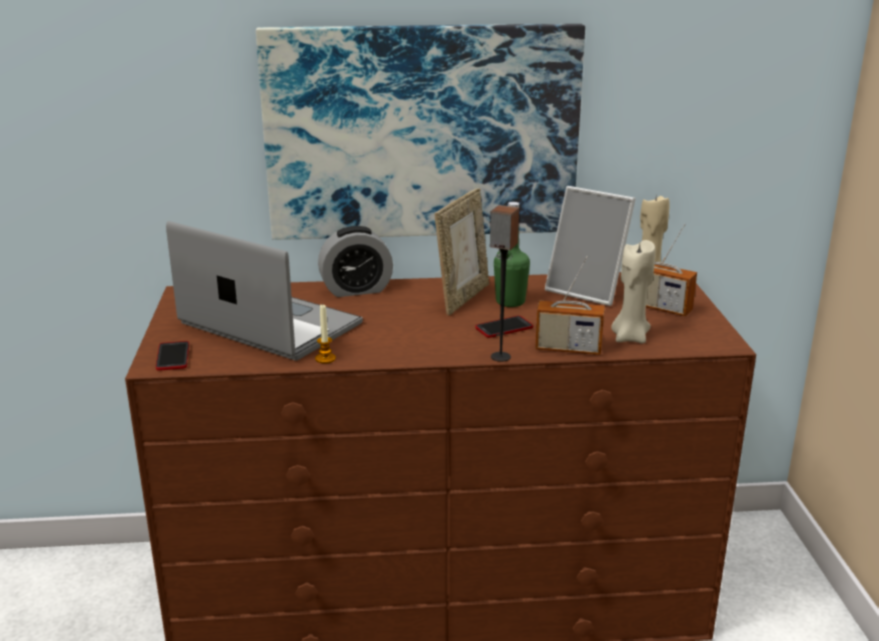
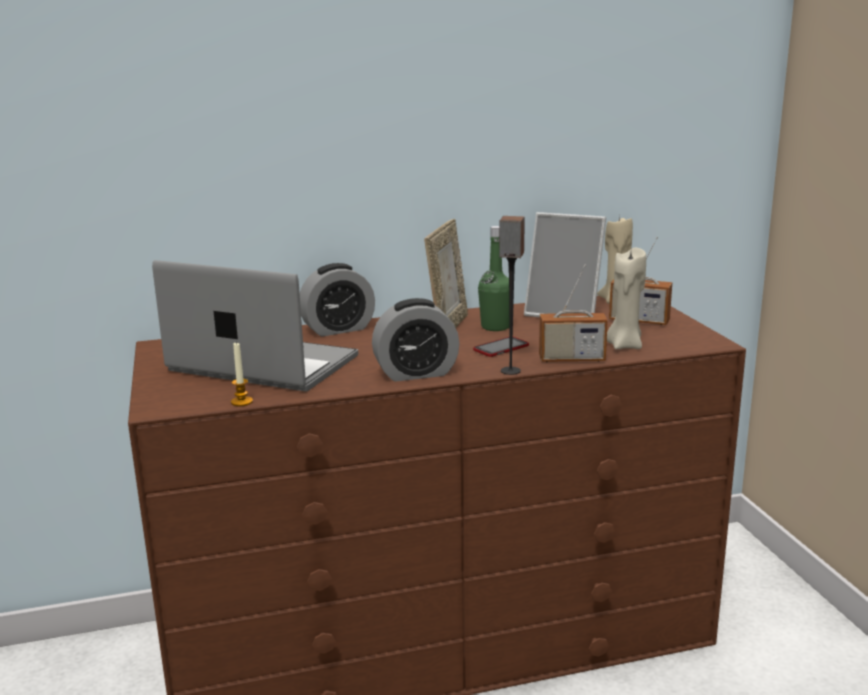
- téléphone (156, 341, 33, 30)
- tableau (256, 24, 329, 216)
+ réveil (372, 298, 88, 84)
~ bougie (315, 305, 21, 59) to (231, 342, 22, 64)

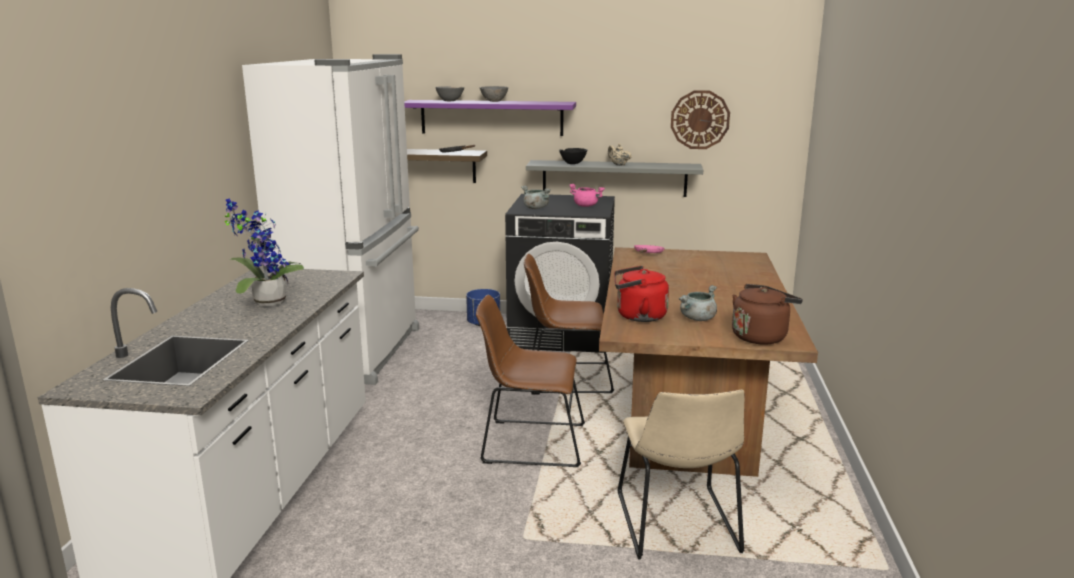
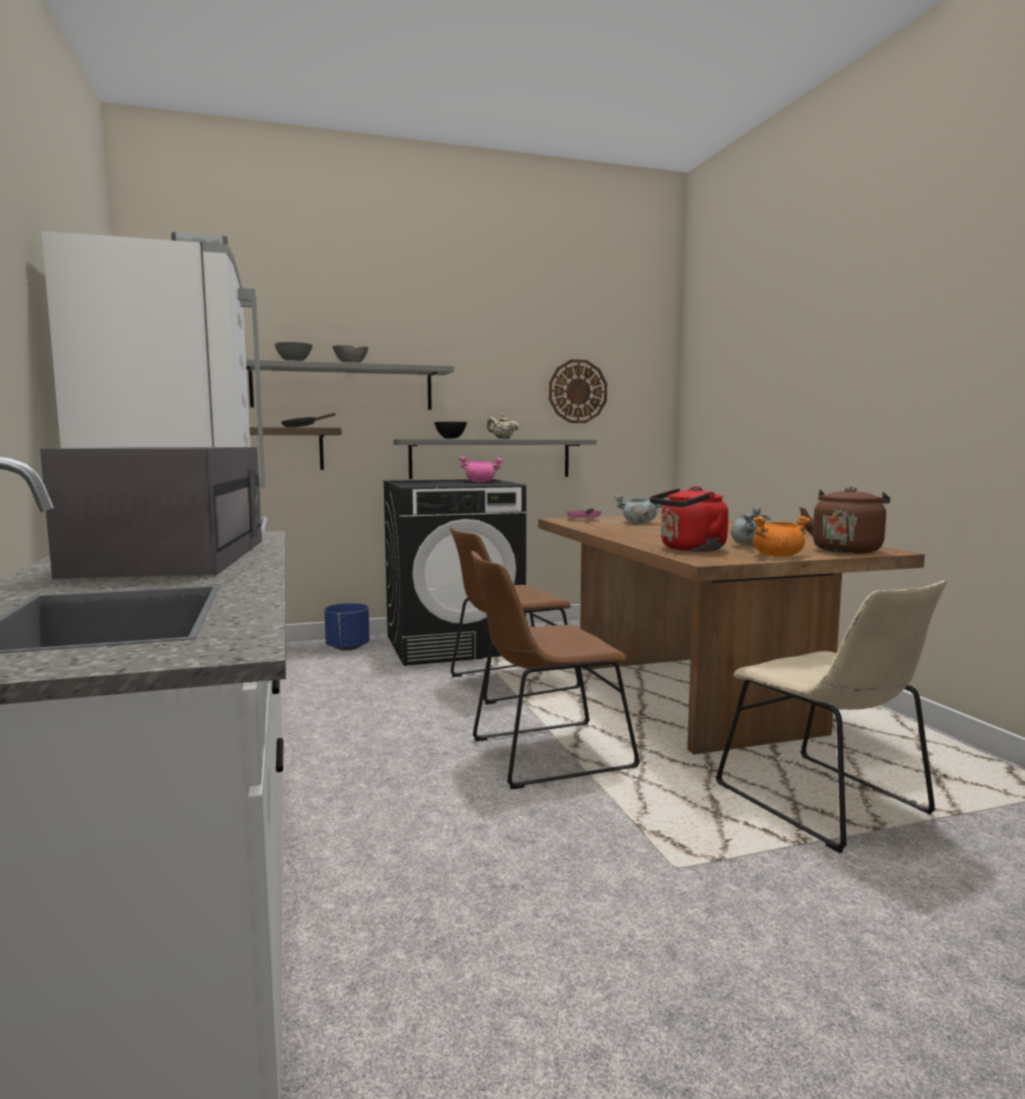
+ marmite (orange) (753, 516, 57, 41)
~ marmite (gris) (521, 186, 30, 23) to (614, 494, 49, 29)
~ plante en pot (225, 199, 79, 107) to micro-ondes (gris) (40, 447, 222, 132)
~ étagère (violet) (404, 100, 172, 36) to étagère (gris) (246, 359, 208, 51)

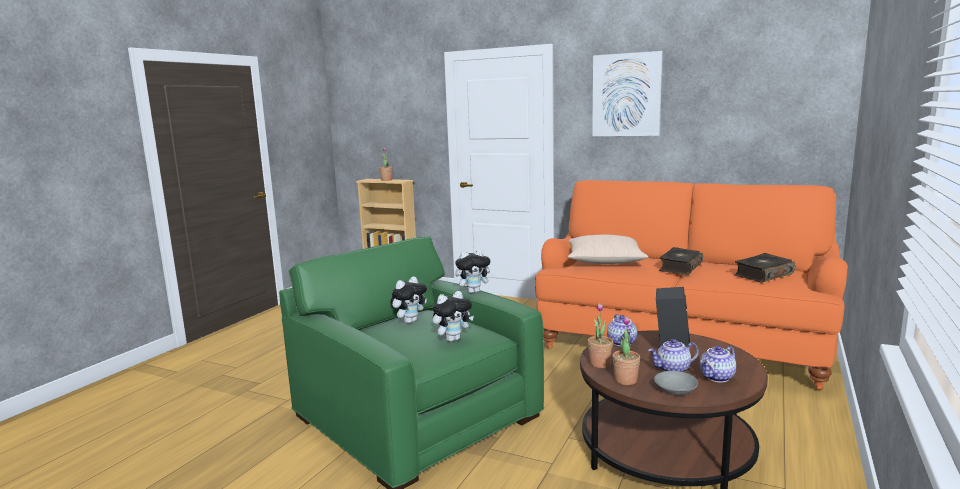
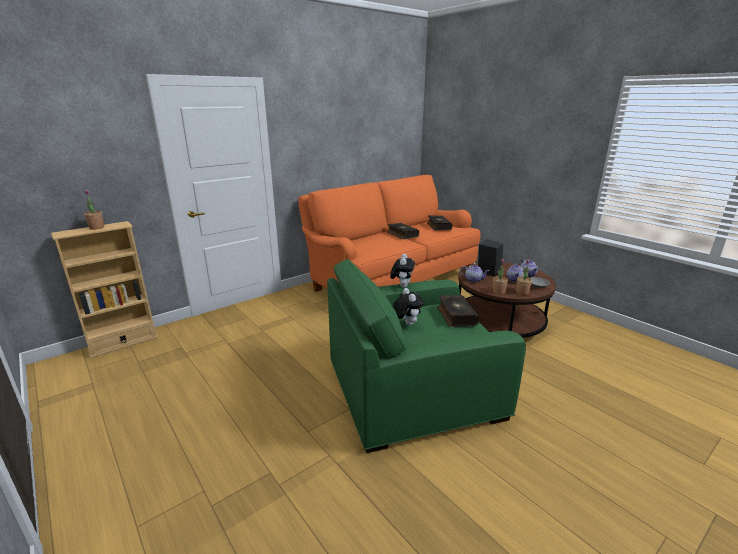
- coussin (beige) (568, 235, 80, 29)
- tableau (592, 51, 71, 85)
~ peluche (433, 291, 41, 51) to livre (437, 295, 42, 32)

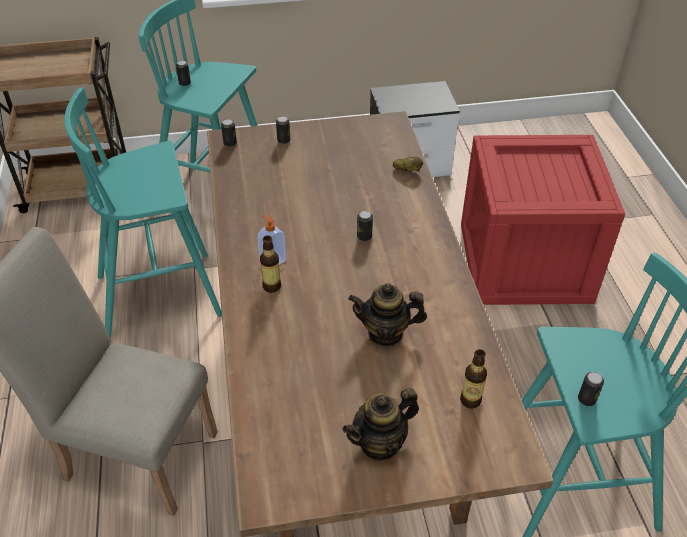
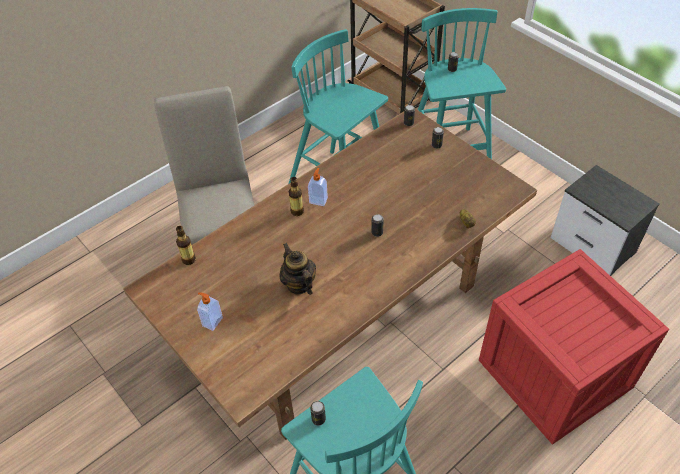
~ bouteille (460, 349, 27, 60) to (176, 226, 20, 39)
~ théière (342, 388, 77, 73) to distributeur de savon (197, 292, 26, 39)

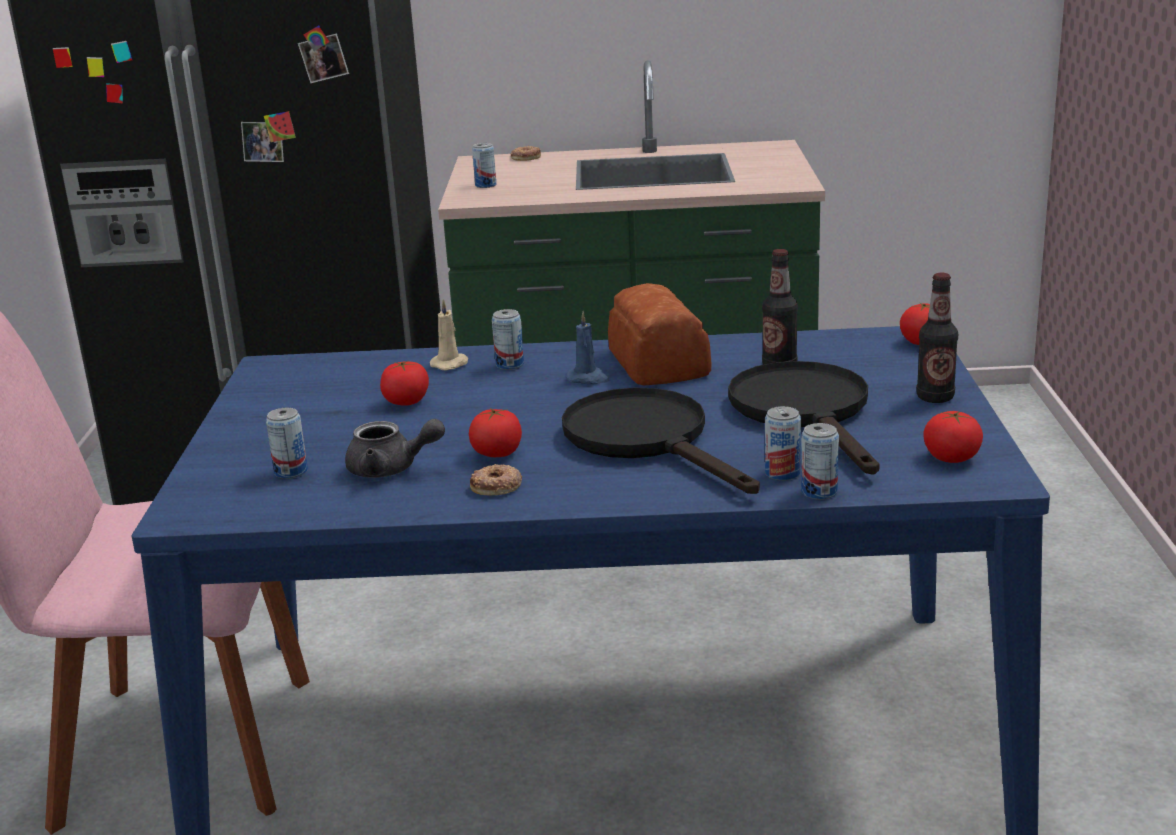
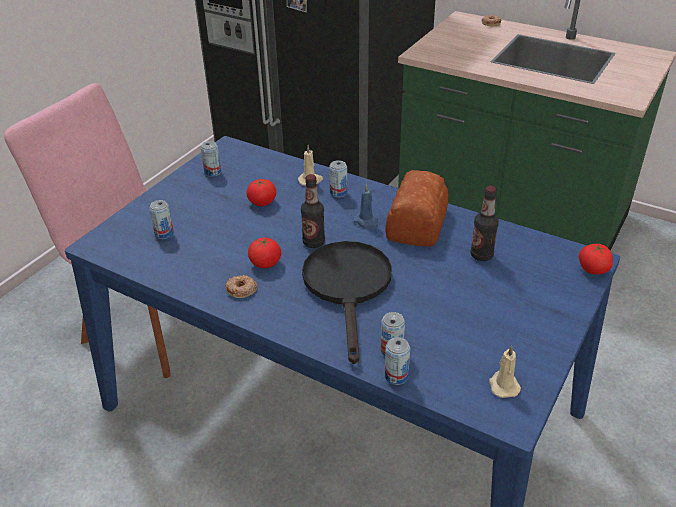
- théière (gris) (345, 419, 100, 59)
- poêle (noir) (728, 361, 151, 114)
~ boîte métallique (472, 143, 24, 45) to (201, 141, 20, 36)
~ bouteille (916, 273, 42, 130) to (301, 174, 24, 74)
~ tomate (923, 411, 60, 52) to bougie (beige) (489, 345, 32, 53)

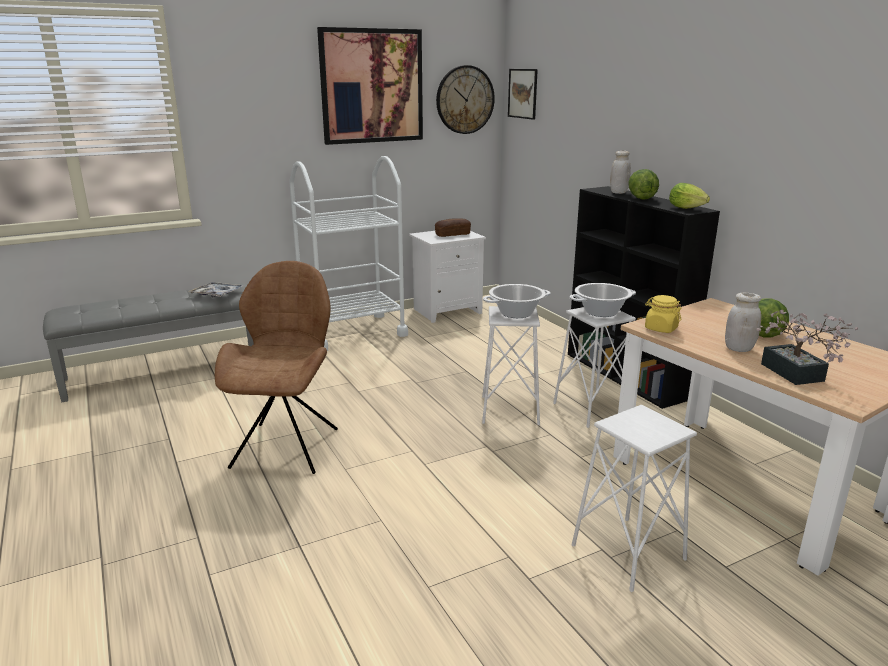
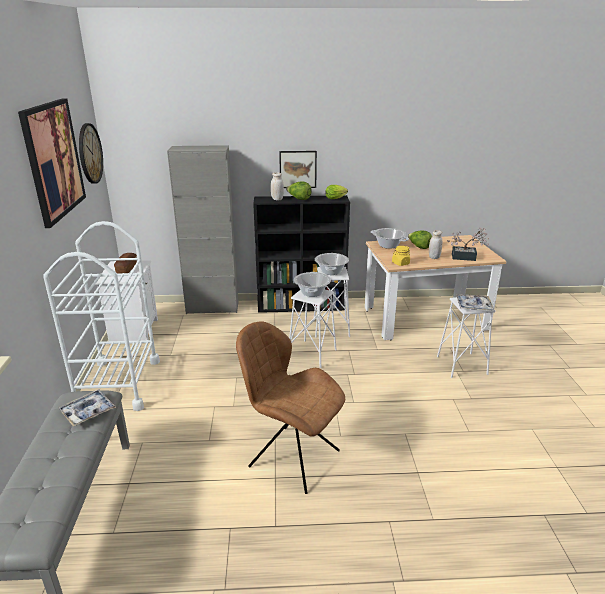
+ meuble de rangement (gris) (167, 145, 71, 169)
+ marmite (371, 228, 38, 21)
+ plateau (456, 294, 38, 17)
~ tableau (508, 69, 30, 51) to (279, 151, 38, 37)

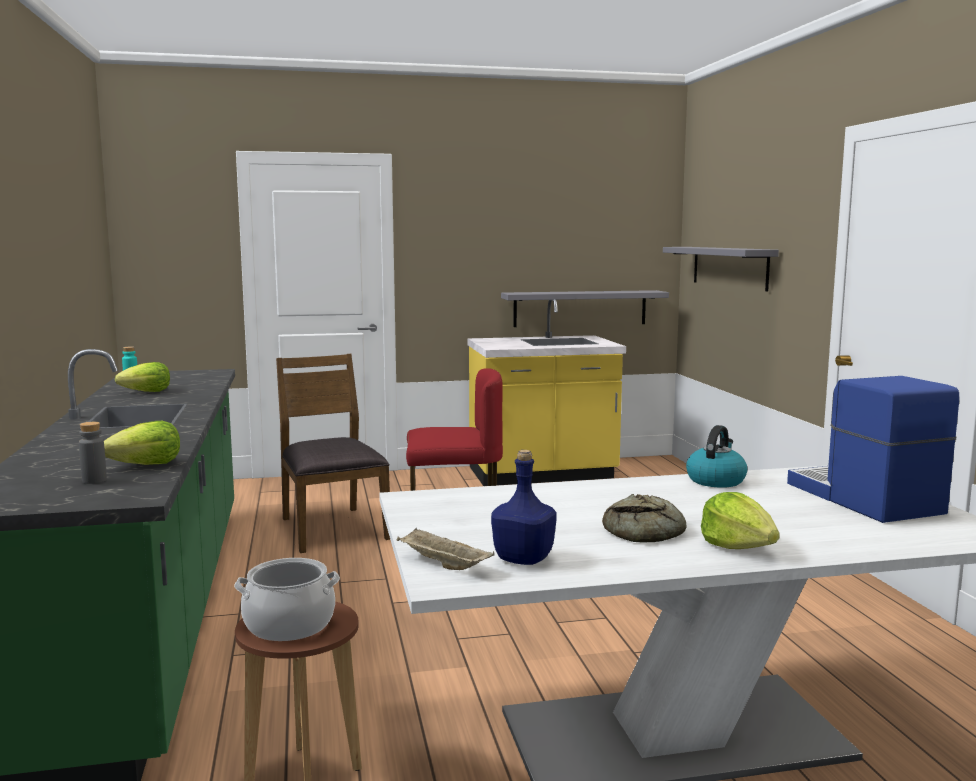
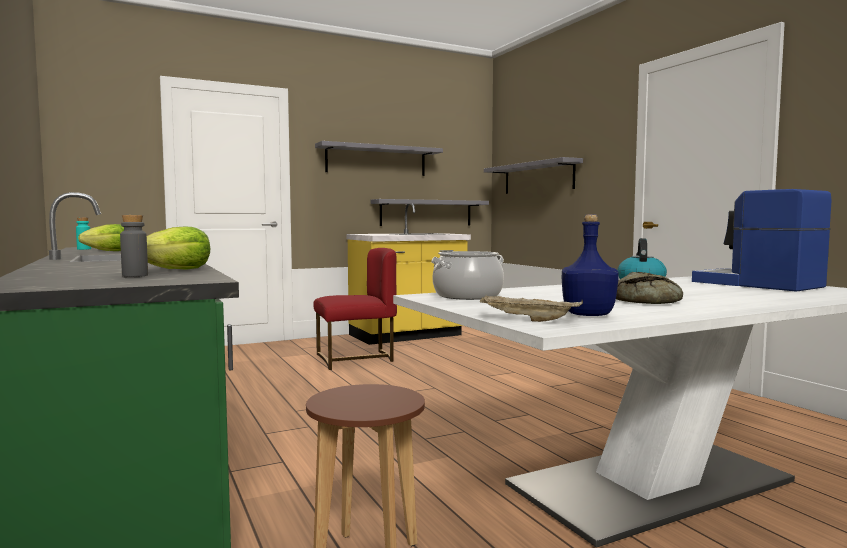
- chaise (marron) (276, 354, 114, 199)
- laitue (701, 492, 79, 57)
+ étagère (gris) (315, 141, 128, 35)
~ marmite (234, 558, 106, 83) to (431, 251, 73, 49)

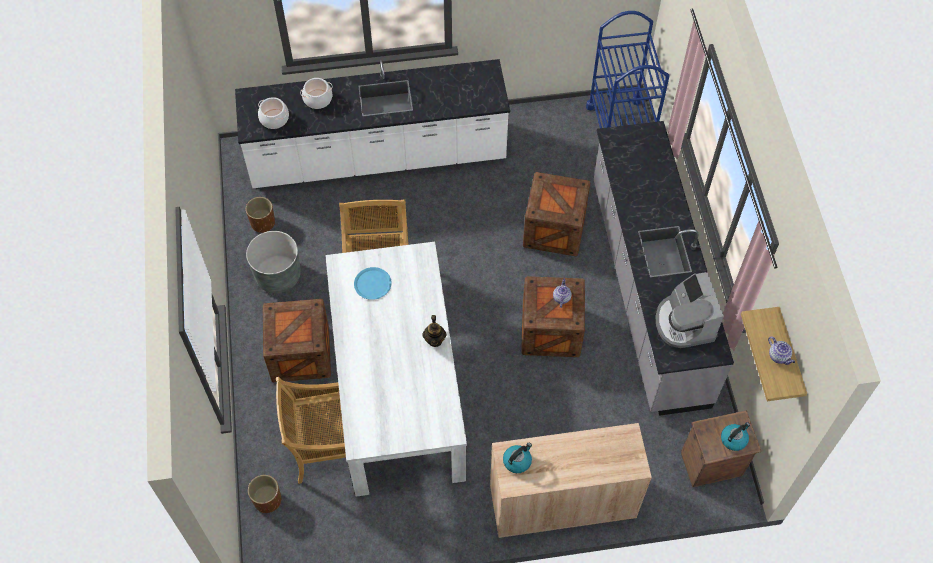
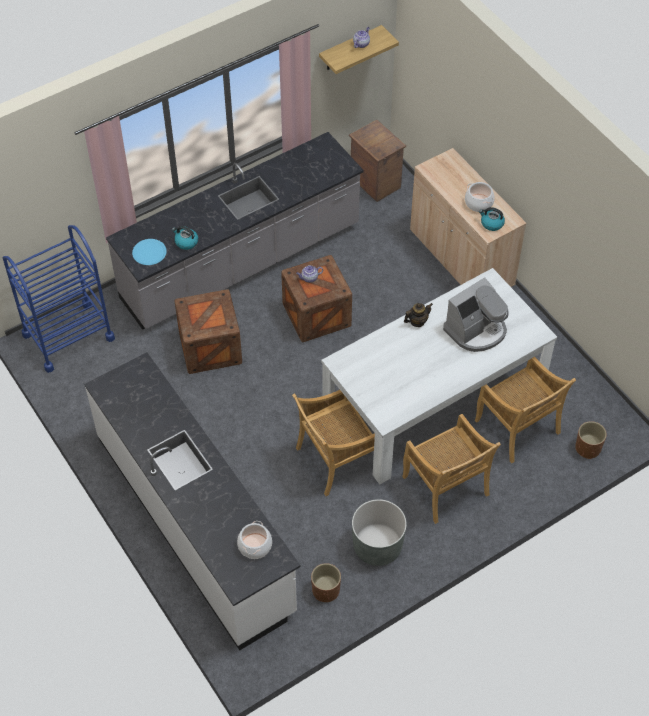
~ marmite (300, 78, 32, 31) to (465, 182, 30, 30)
~ assiette (bleu) (354, 267, 37, 33) to (132, 239, 35, 26)
~ machine à café (655, 272, 69, 76) to (443, 277, 65, 75)
~ bouilloire (721, 422, 29, 29) to (172, 226, 26, 24)
~ caisse (263, 299, 68, 83) to chaise (beige) (402, 414, 99, 110)

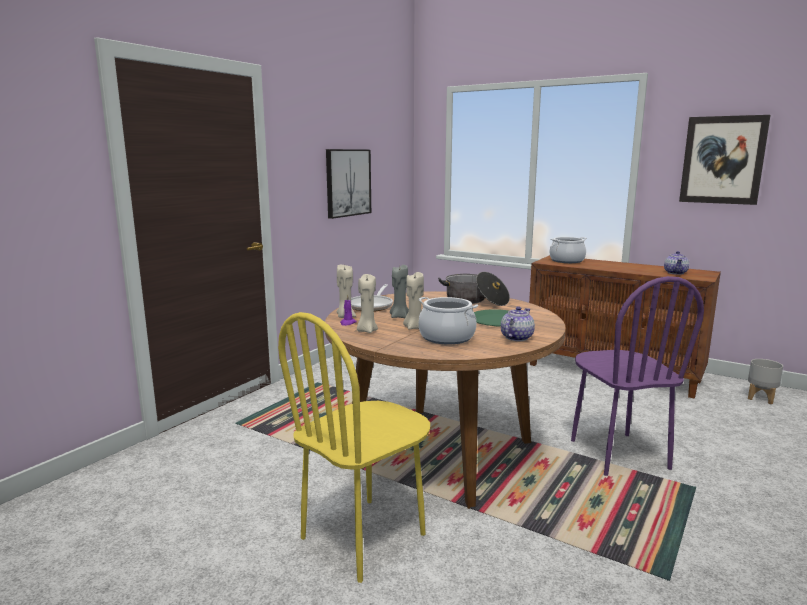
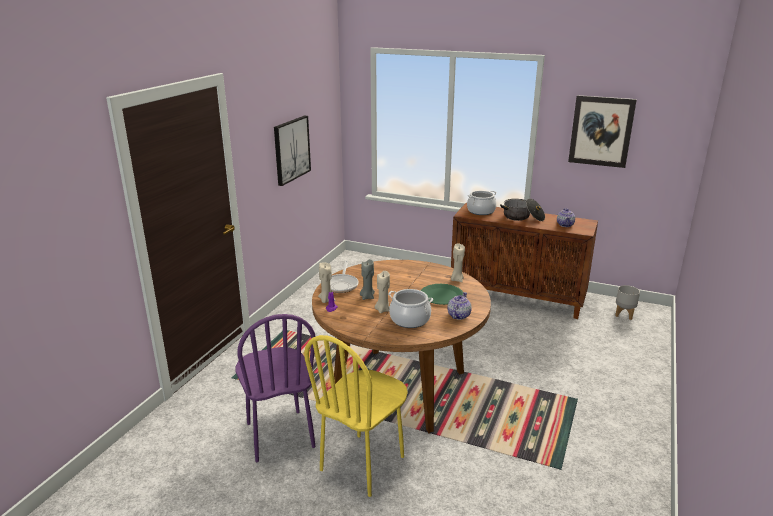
~ bougie (beige) (357, 274, 21, 59) to (451, 243, 14, 39)
~ marmite (438, 272, 72, 34) to (500, 198, 45, 23)
~ chaise (violet) (571, 276, 133, 200) to (235, 314, 81, 148)

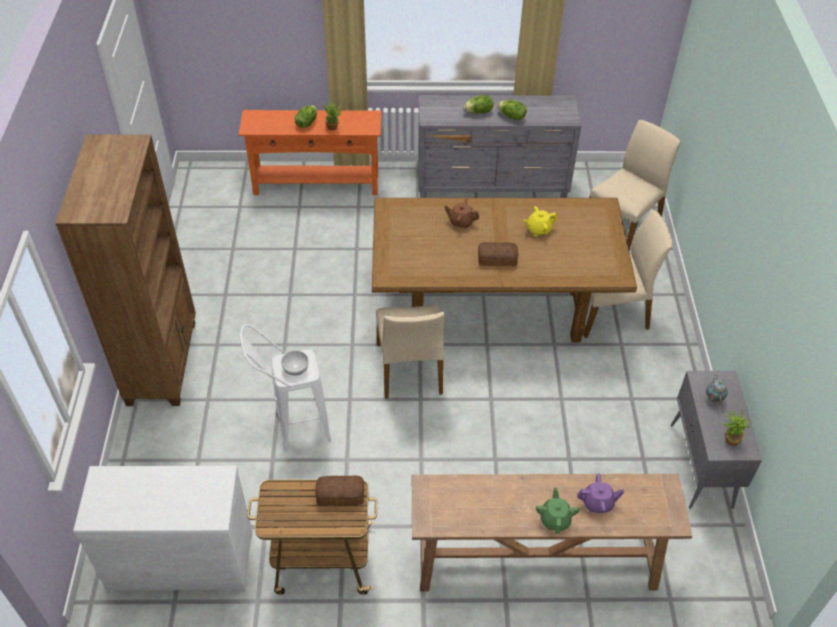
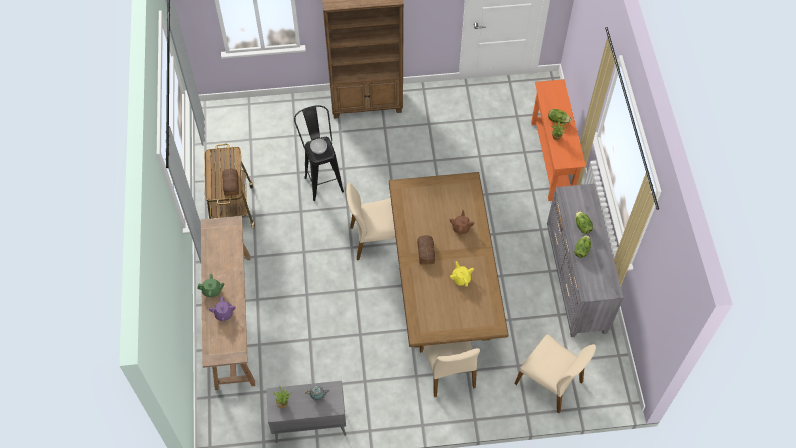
- commode (blanc) (73, 466, 180, 127)
~ tabouret (blanc) (240, 324, 92, 127) to tabouret (noir) (294, 105, 50, 96)

